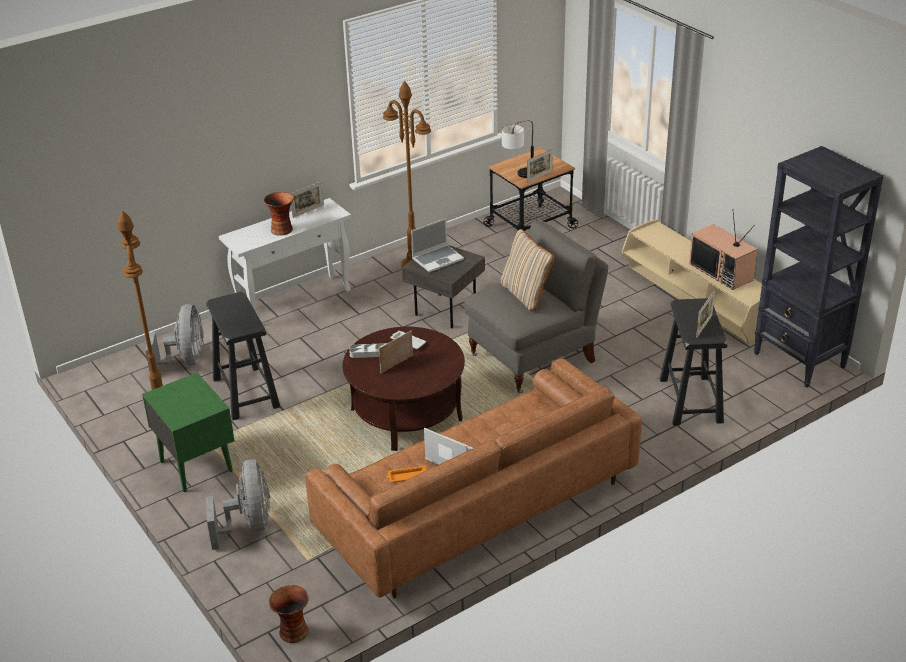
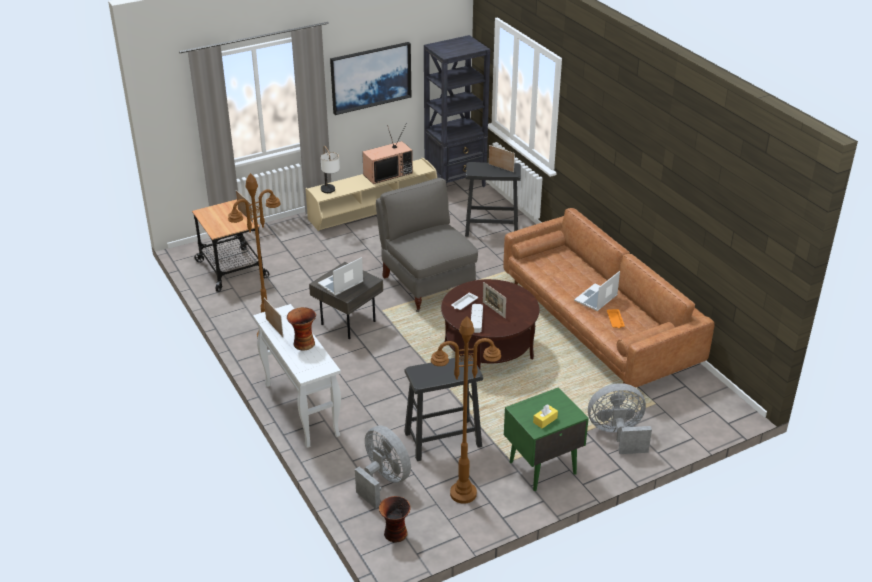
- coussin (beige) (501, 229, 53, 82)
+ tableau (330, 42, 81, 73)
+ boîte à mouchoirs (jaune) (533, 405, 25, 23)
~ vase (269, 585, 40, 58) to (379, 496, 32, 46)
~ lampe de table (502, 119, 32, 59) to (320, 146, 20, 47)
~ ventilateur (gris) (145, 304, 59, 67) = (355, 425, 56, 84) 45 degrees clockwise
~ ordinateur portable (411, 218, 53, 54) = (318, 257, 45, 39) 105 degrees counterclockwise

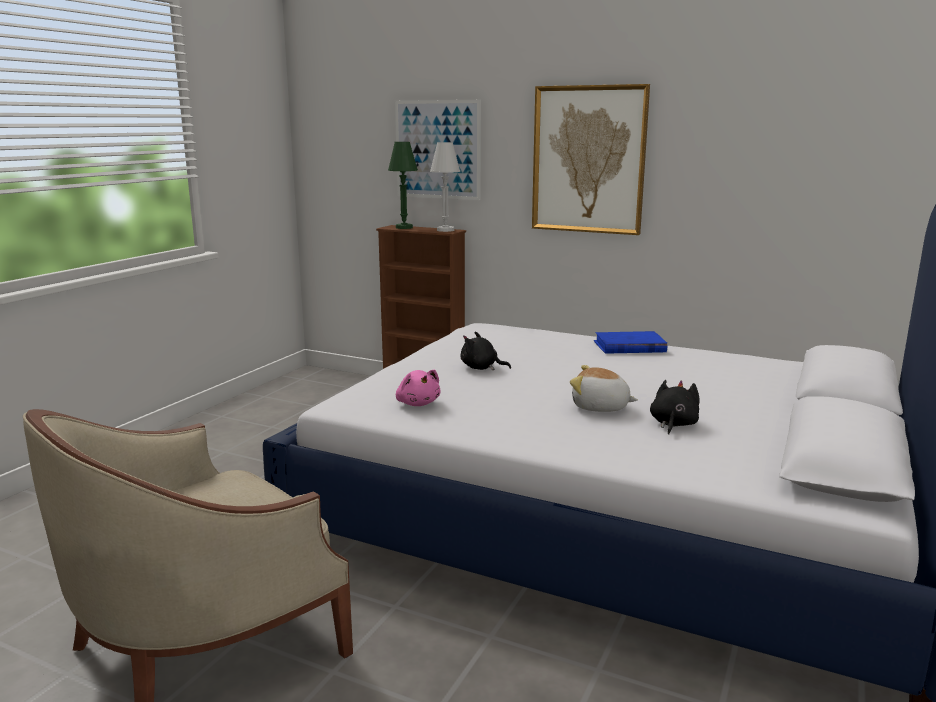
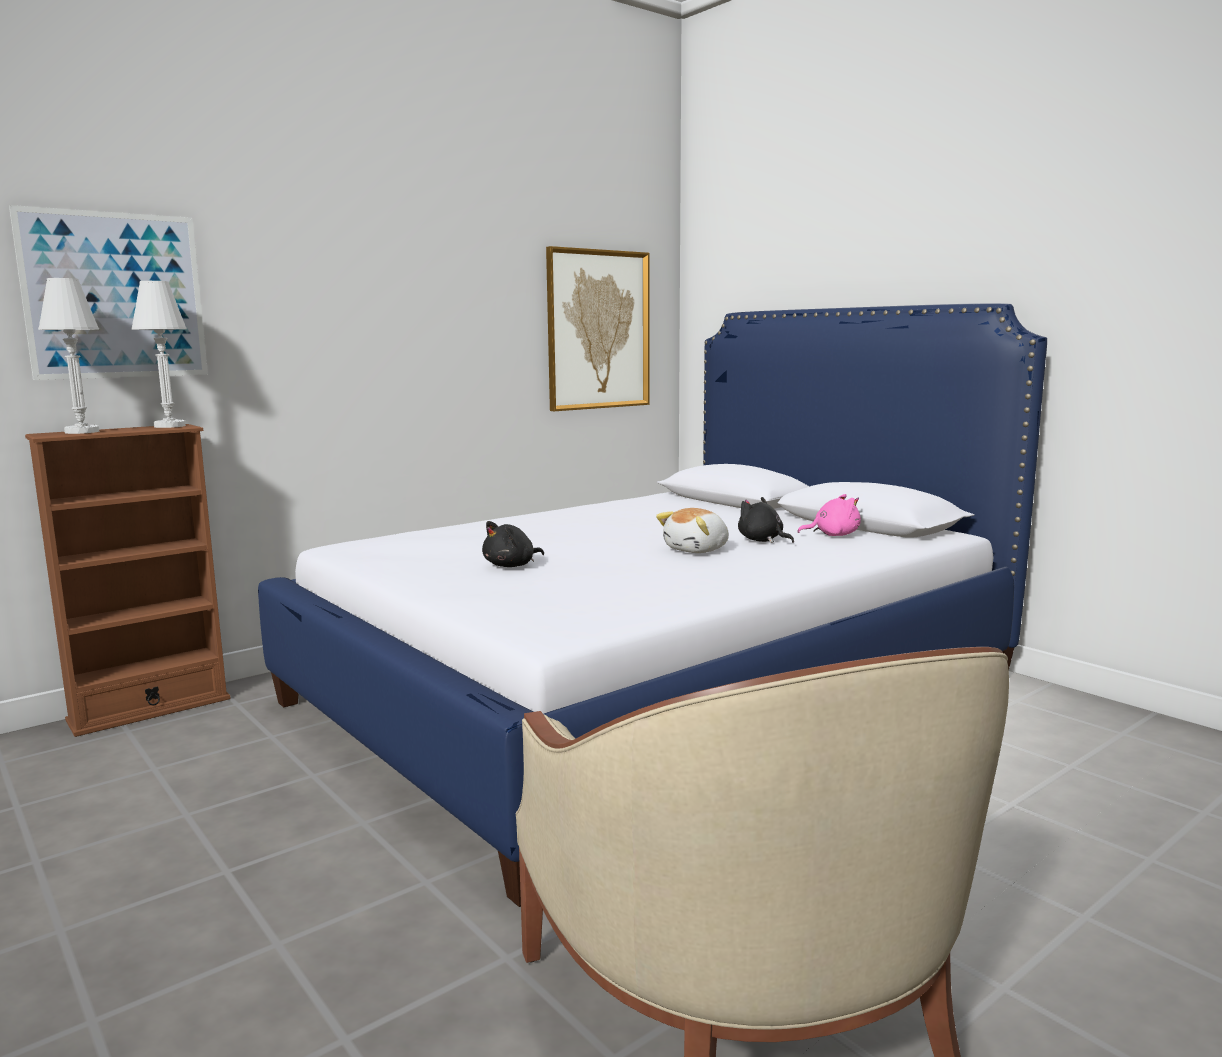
- livre (bleu) (594, 331, 73, 23)
~ peluche (rose) (396, 370, 44, 36) to (798, 494, 63, 42)
~ tableau (532, 84, 118, 151) to (546, 246, 104, 165)
~ lampe de table (vert) (388, 142, 30, 87) to lampe de table (blanc) (38, 278, 61, 156)

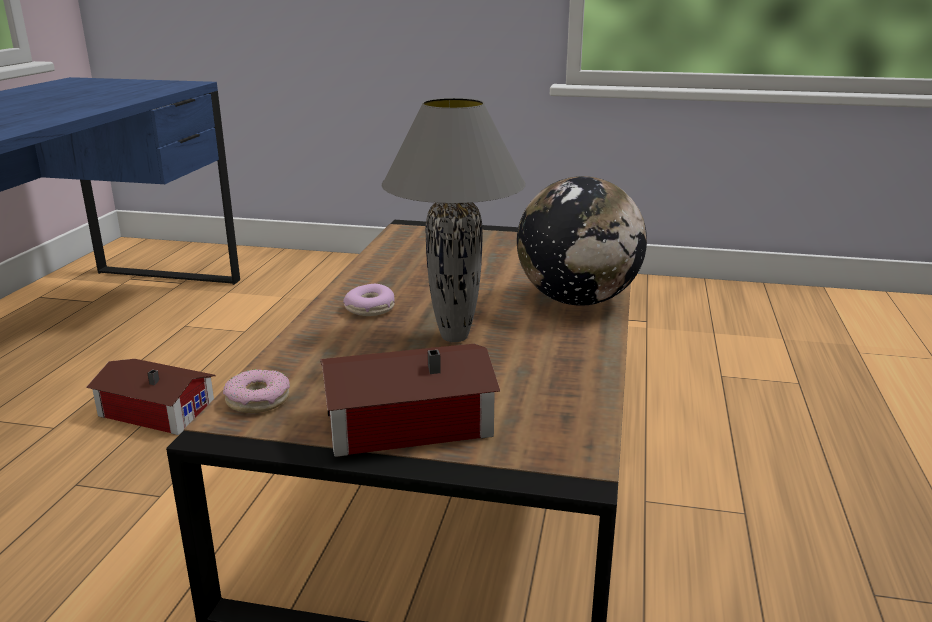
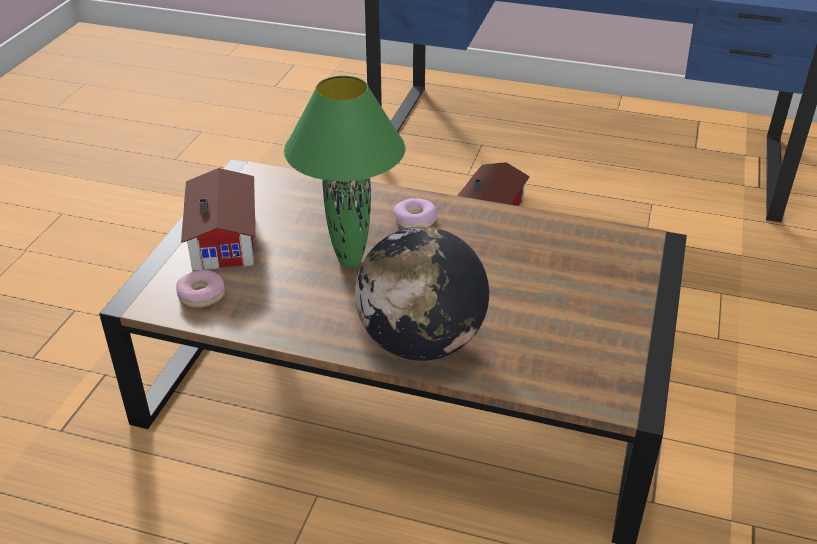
~ beignet (223, 369, 67, 44) to (176, 270, 49, 38)
~ lampe de table (gris) (382, 98, 144, 244) to lampe de table (vert) (284, 76, 121, 192)

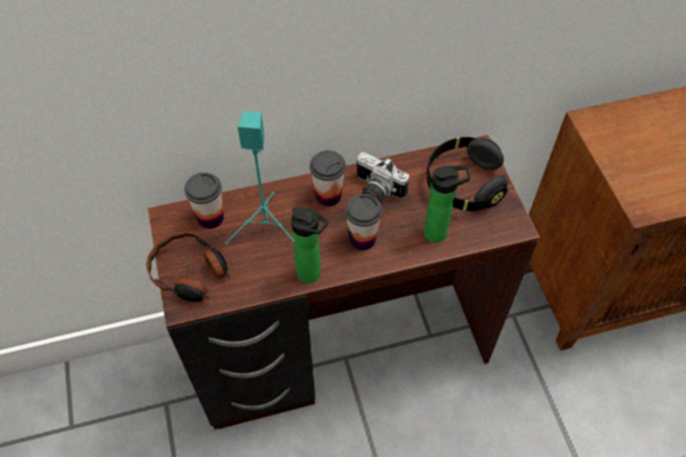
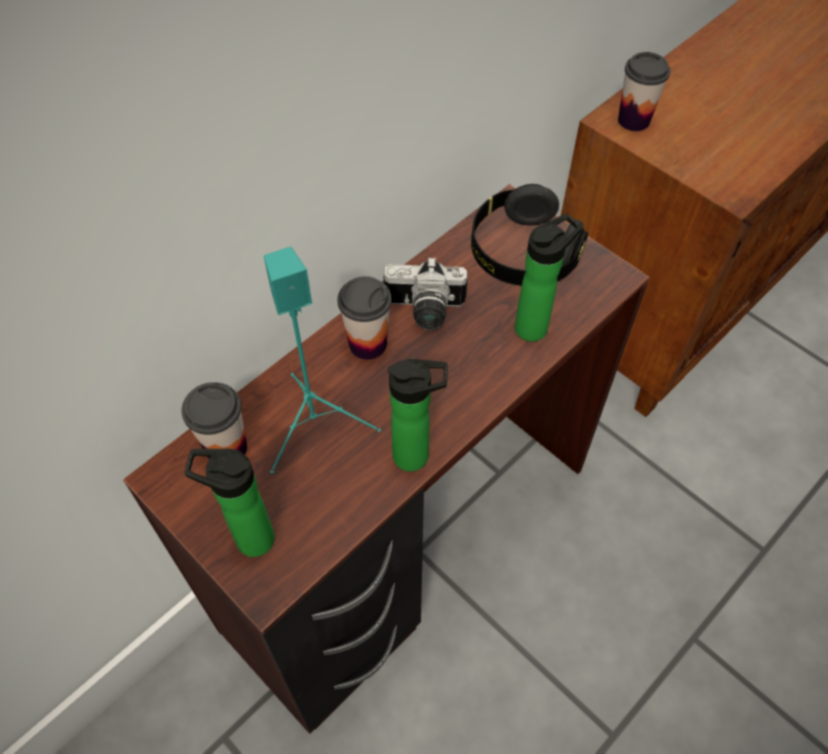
~ tasse (345, 194, 38, 57) to (618, 52, 52, 79)
~ casque audio (146, 232, 84, 70) to bouteille (185, 449, 90, 108)

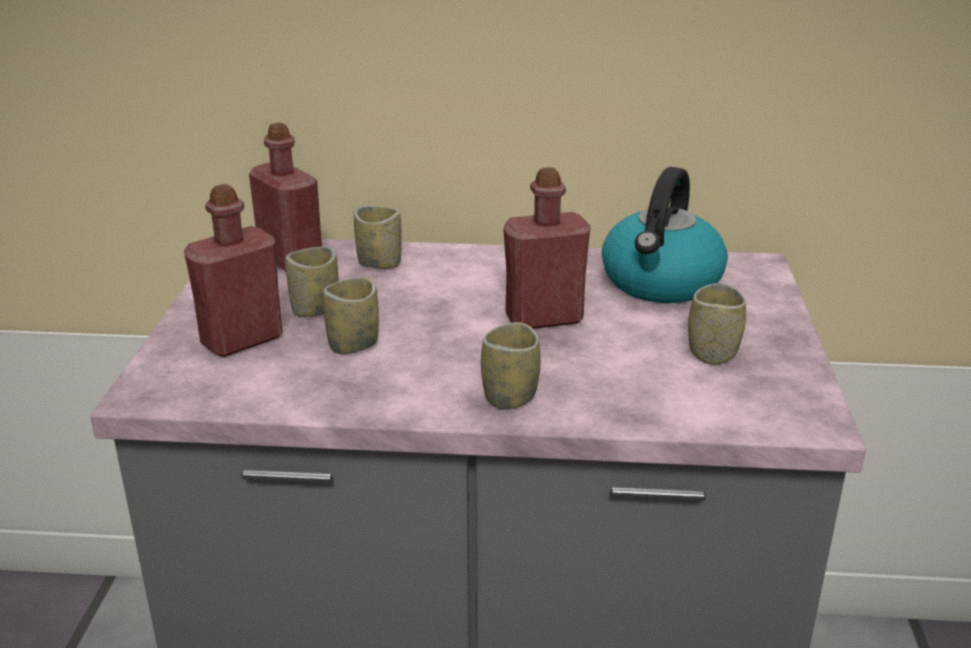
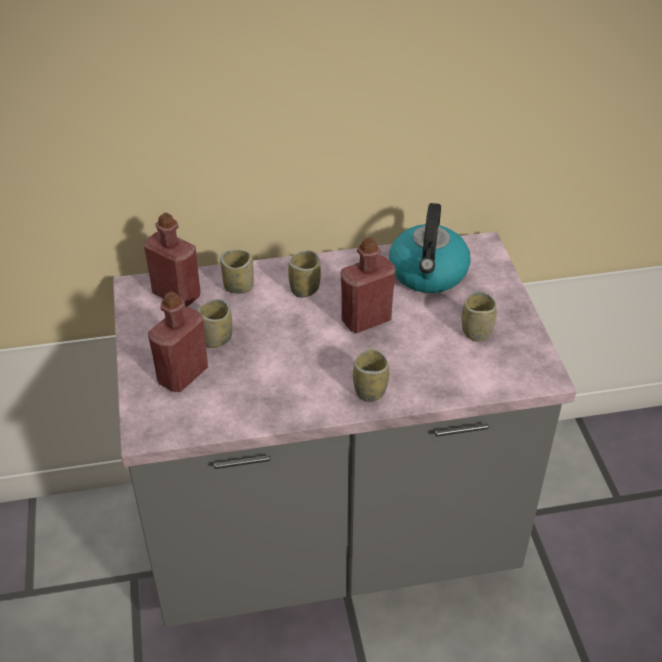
~ tasse (323, 277, 56, 77) to (288, 250, 33, 48)

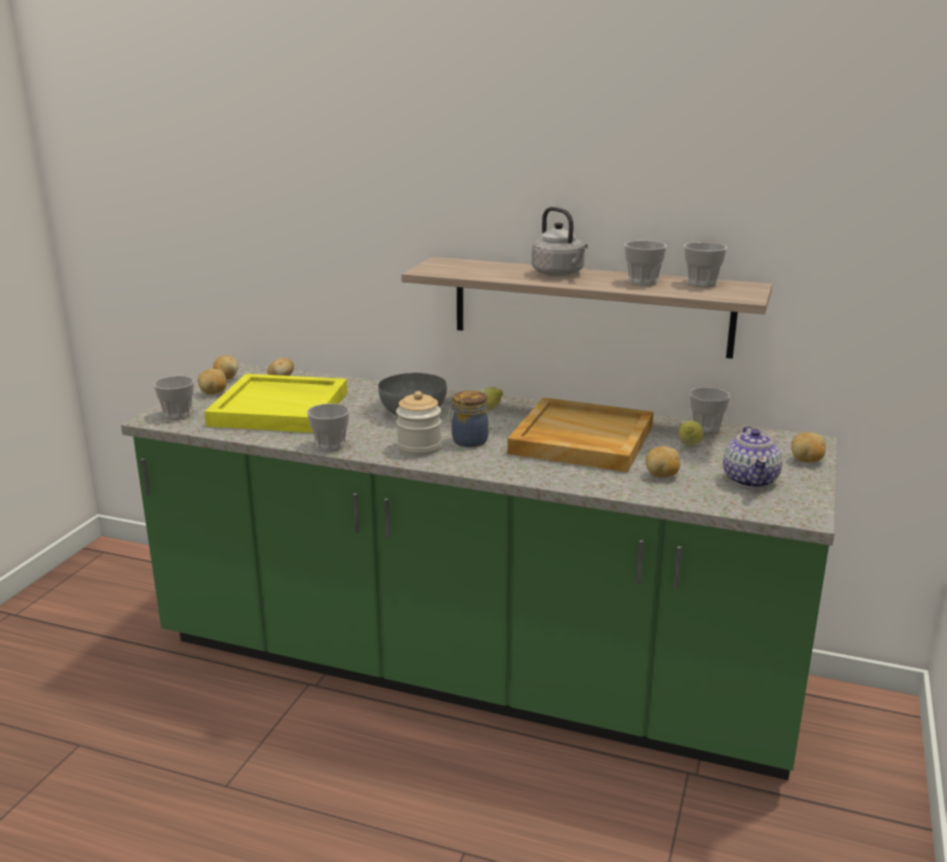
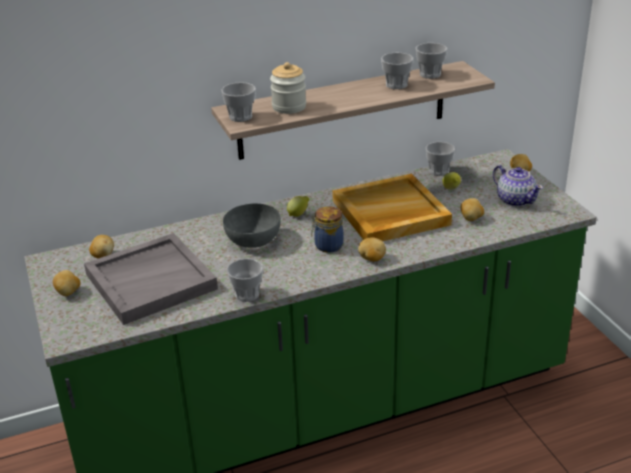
- bouilloire (gris) (532, 207, 56, 69)
~ tasse (153, 376, 41, 44) to (221, 82, 35, 40)
~ pomme de terre (213, 355, 26, 25) to (358, 237, 28, 24)
~ bocal (396, 391, 45, 65) to (270, 62, 36, 52)
~ plateau (jaune) (204, 374, 143, 59) to plateau (gris) (84, 233, 134, 92)

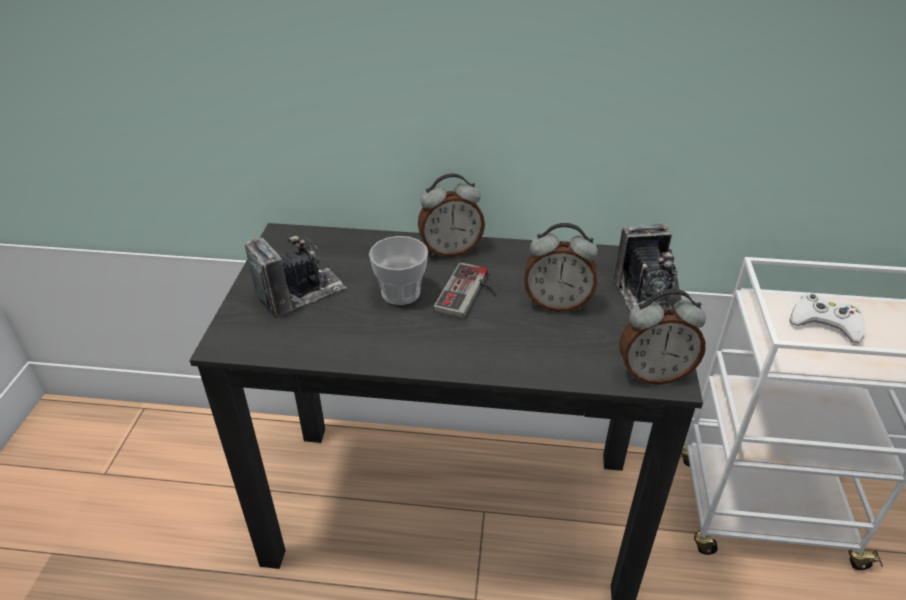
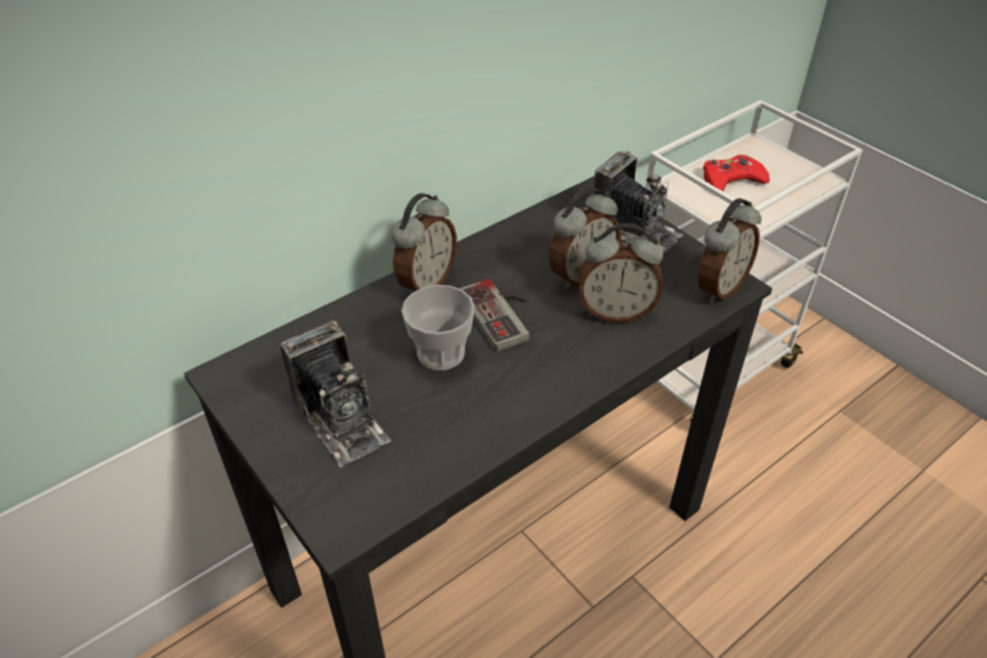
+ réveil (579, 223, 84, 100)
~ manette (blanc) (790, 294, 76, 49) to manette (rouge) (703, 155, 67, 36)
~ appareil photo (245, 234, 102, 83) = (280, 321, 112, 147) 135 degrees clockwise

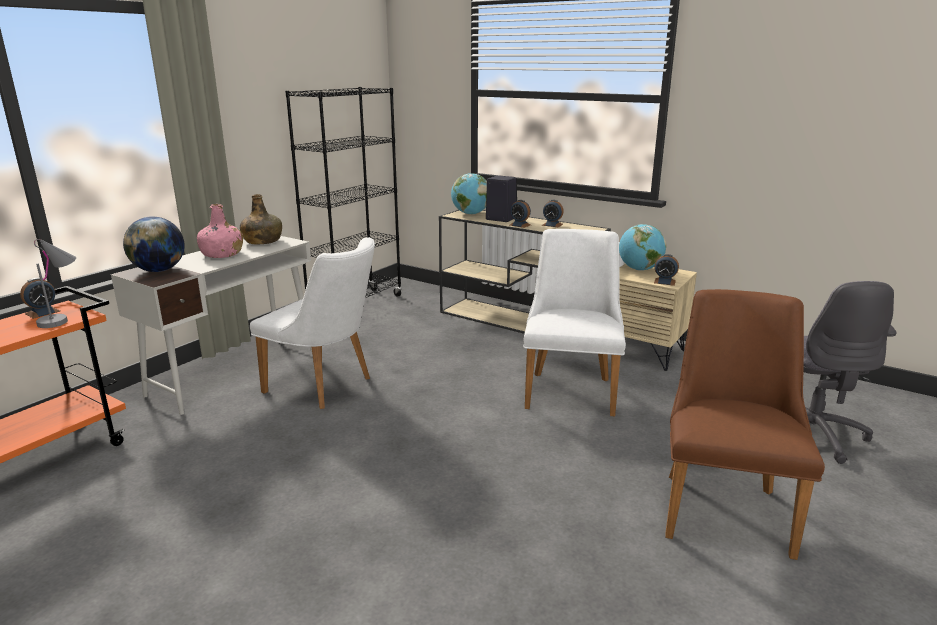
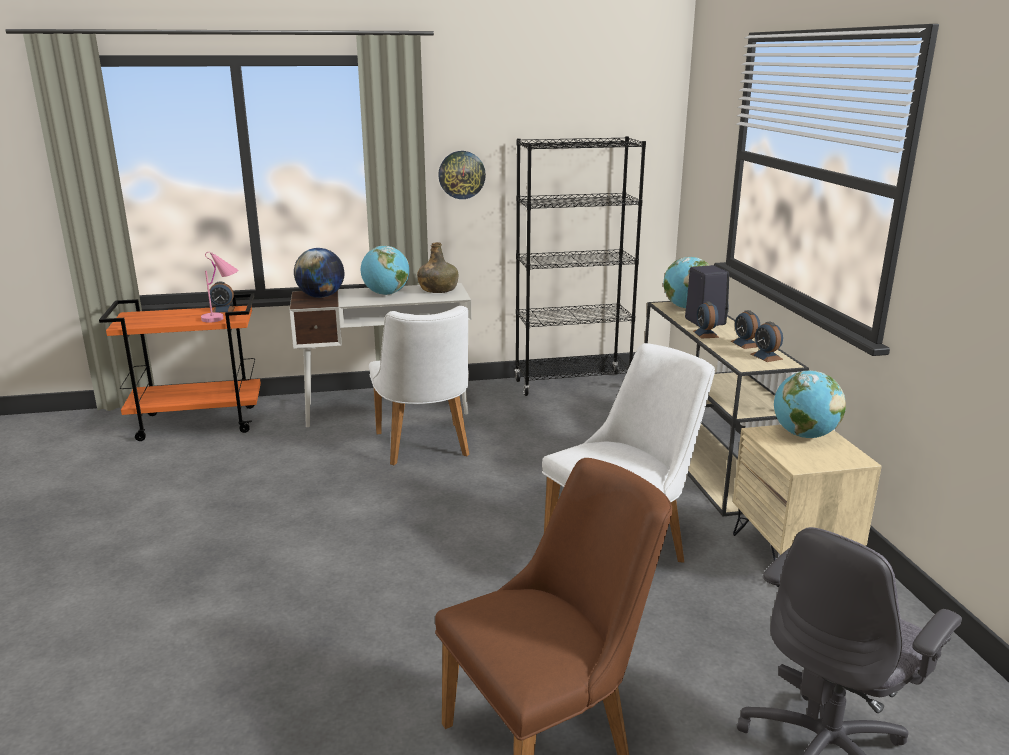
+ horloge murale (438, 151, 48, 48)
~ réveil (654, 254, 25, 32) to (751, 322, 32, 40)
~ bouteille (rose) (197, 204, 46, 54) to globe (361, 246, 48, 49)
~ lampe de table (gris) (34, 239, 42, 89) to lampe de table (rose) (201, 252, 37, 71)

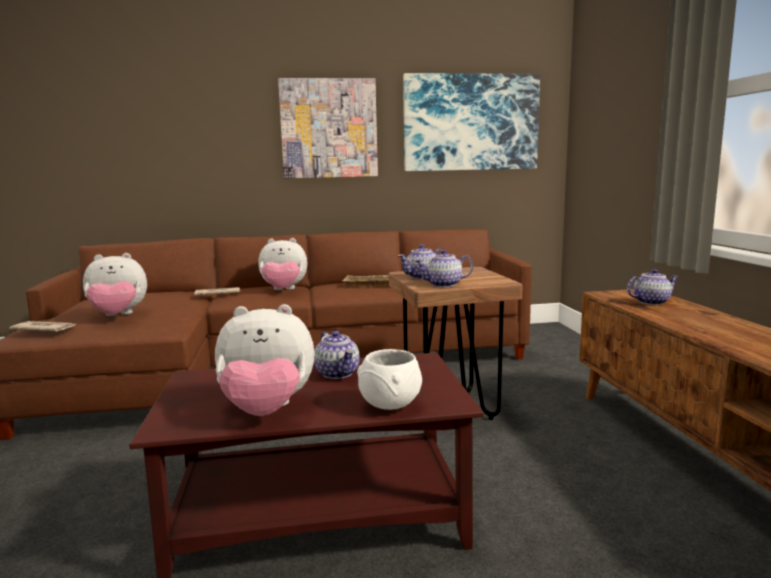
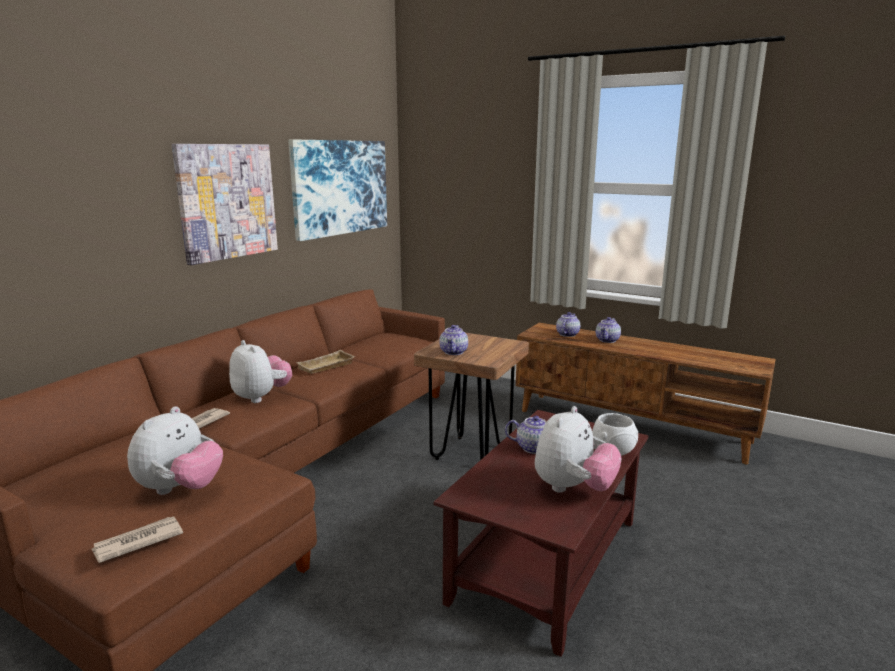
~ théière (414, 250, 59, 37) to (596, 317, 25, 26)
~ peluche (258, 238, 50, 52) = (229, 340, 63, 63) 75 degrees counterclockwise

